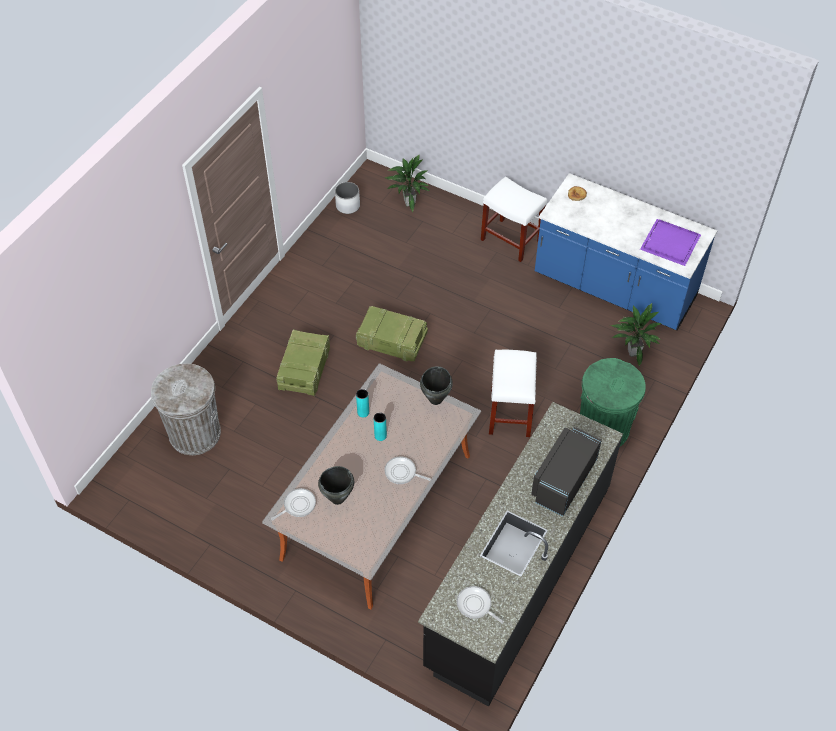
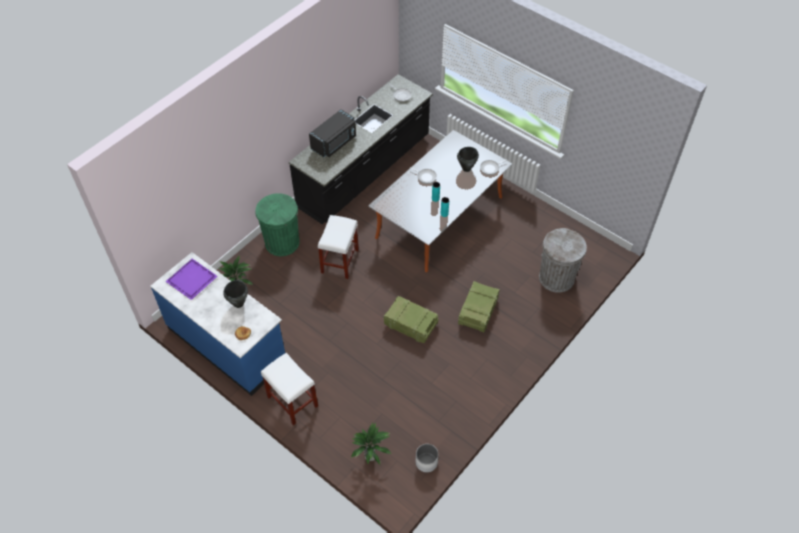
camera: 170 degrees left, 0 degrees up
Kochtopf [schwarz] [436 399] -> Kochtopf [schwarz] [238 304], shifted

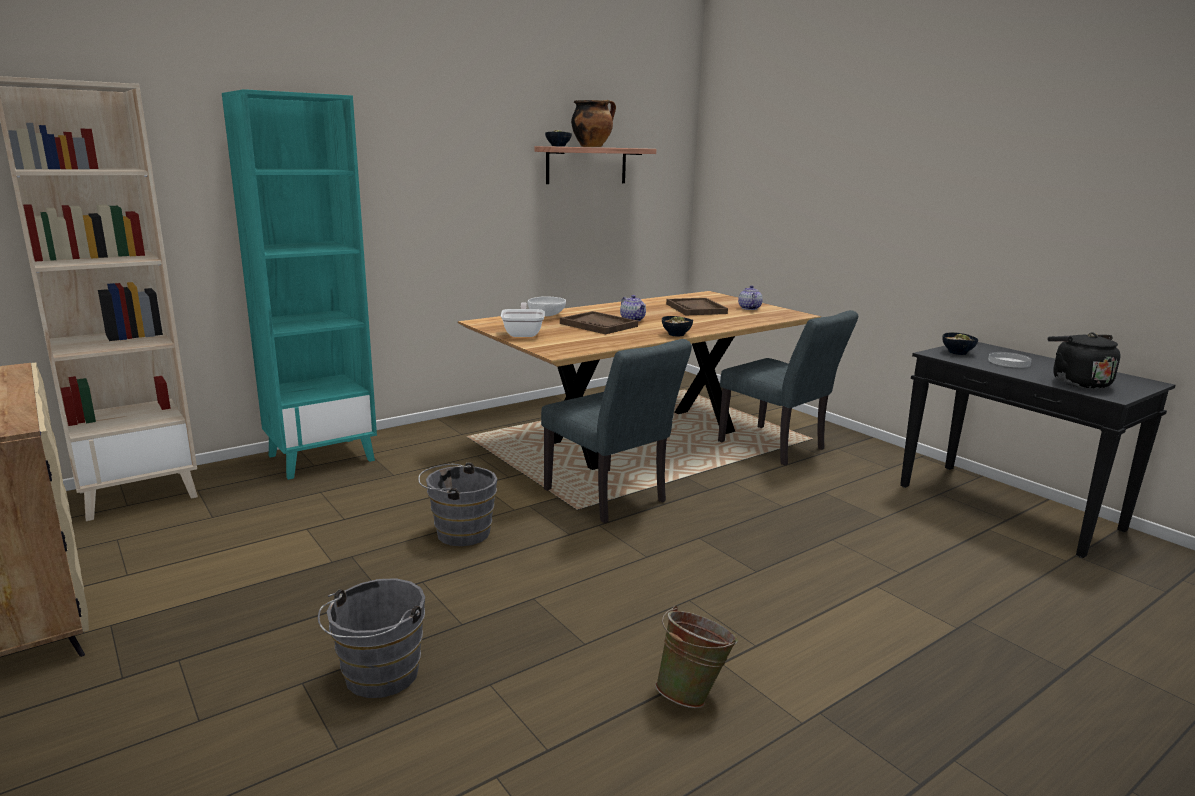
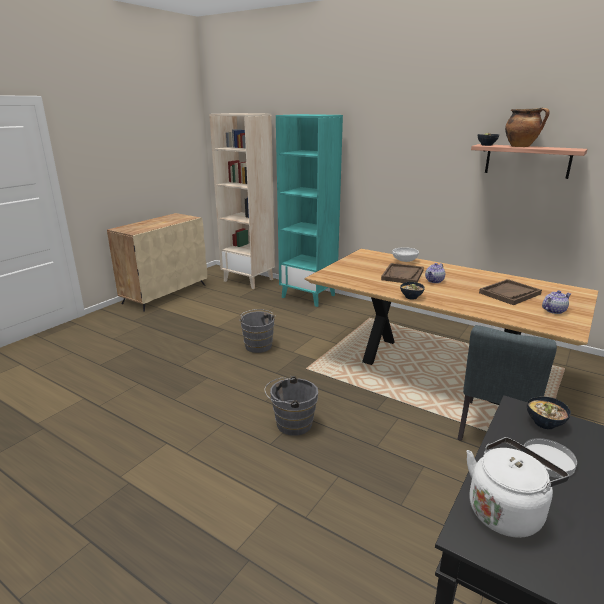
camera: 70 degrees right, 5 degrees up
Eimer [grau] [377 678] -> Eimer [grau] [291 424], shifted
Pfanne [523 333] -> none
Stuhl [grau] [611 499] -> none
Eimer [grün] [693 694] -> none
Wasserkessel [schwarz] [1077 382] -> Wasserkessel [weiß] [506 510]

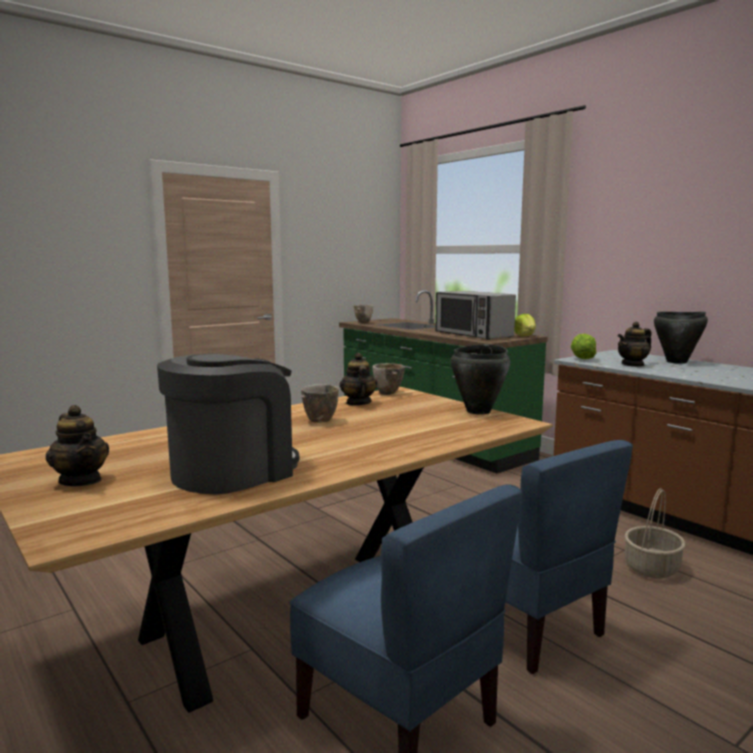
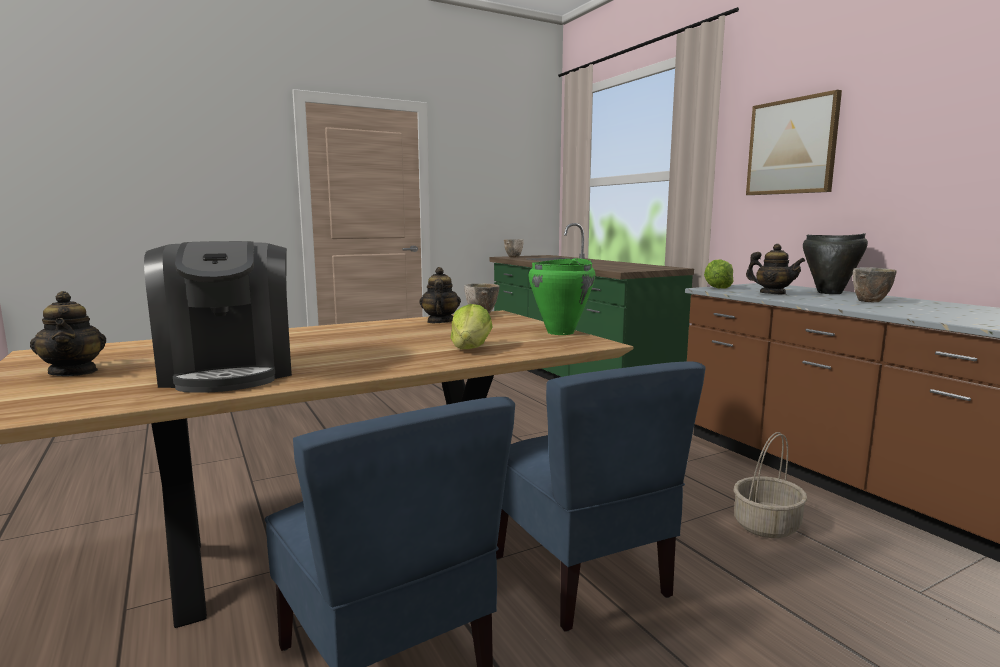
camera: 10 degrees right, 0 degrees up
Kaffeemaschine [233 471] -> Kaffeemaschine [229 372], 105 degrees clockwise
Schüssel [319 421] -> Schüssel [869 302], shifted
Mikrowelle [473 334] -> none
Kochtopf [schwarz] [479 411] -> Kochtopf [grün] [561 332]
Salatkopf [525 336] -> Salatkopf [471 348], shifted
Teekanne [633 364] -> Teekanne [772 294], 120 degrees counterclockwise
none -> Bild [792 147]

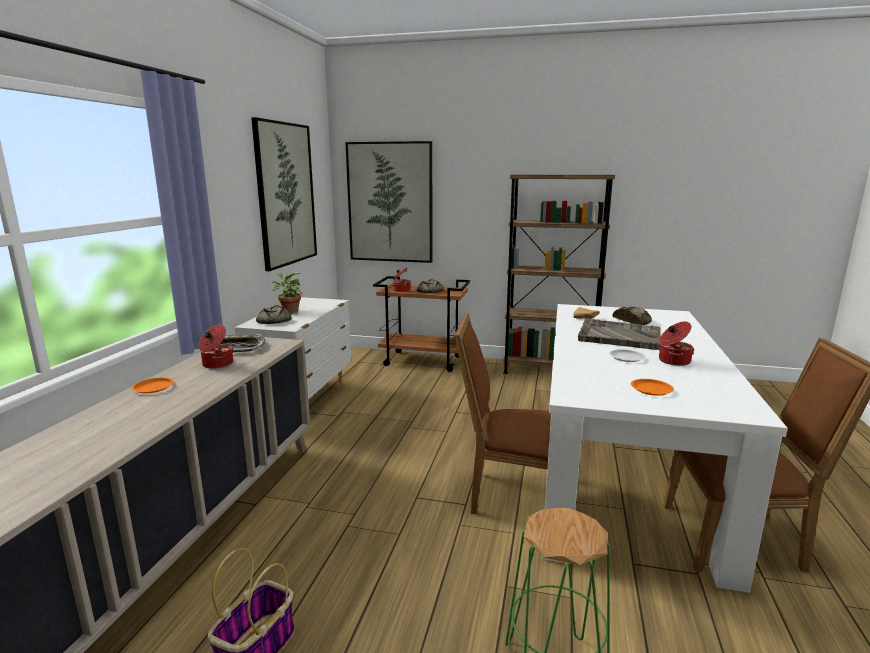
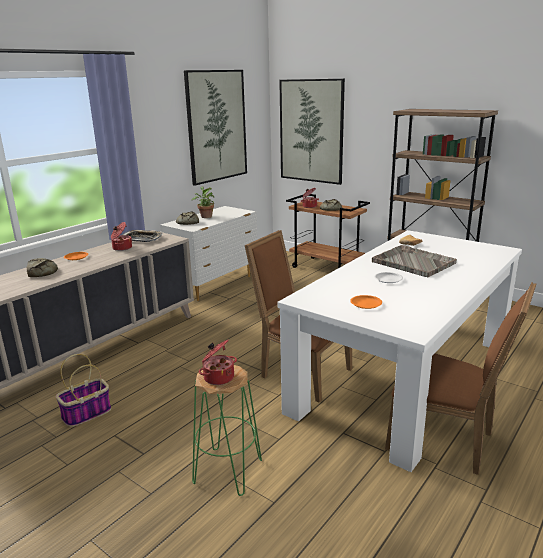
camera: 25 degrees right, 5 degrees up
Brot [632 320] -> Brot [43 272], shifted
Kochtopf [673 361] -> Kochtopf [218 377], shifted

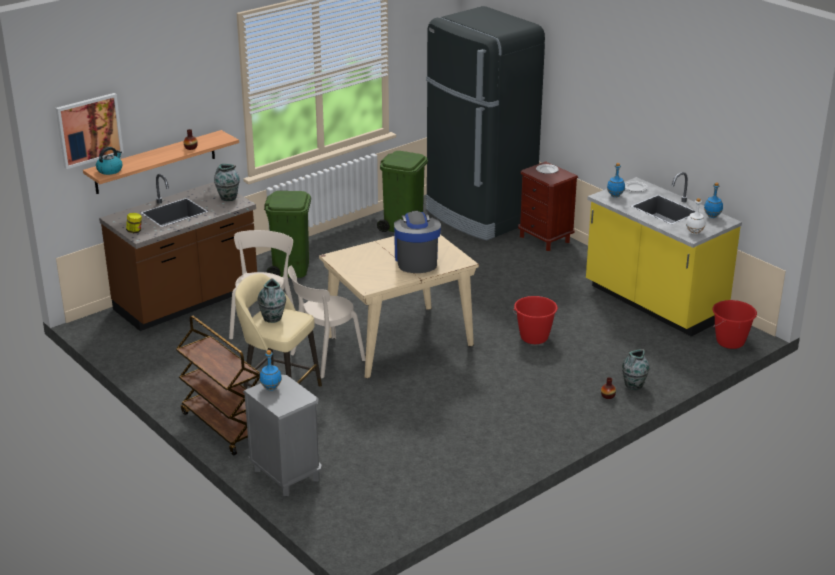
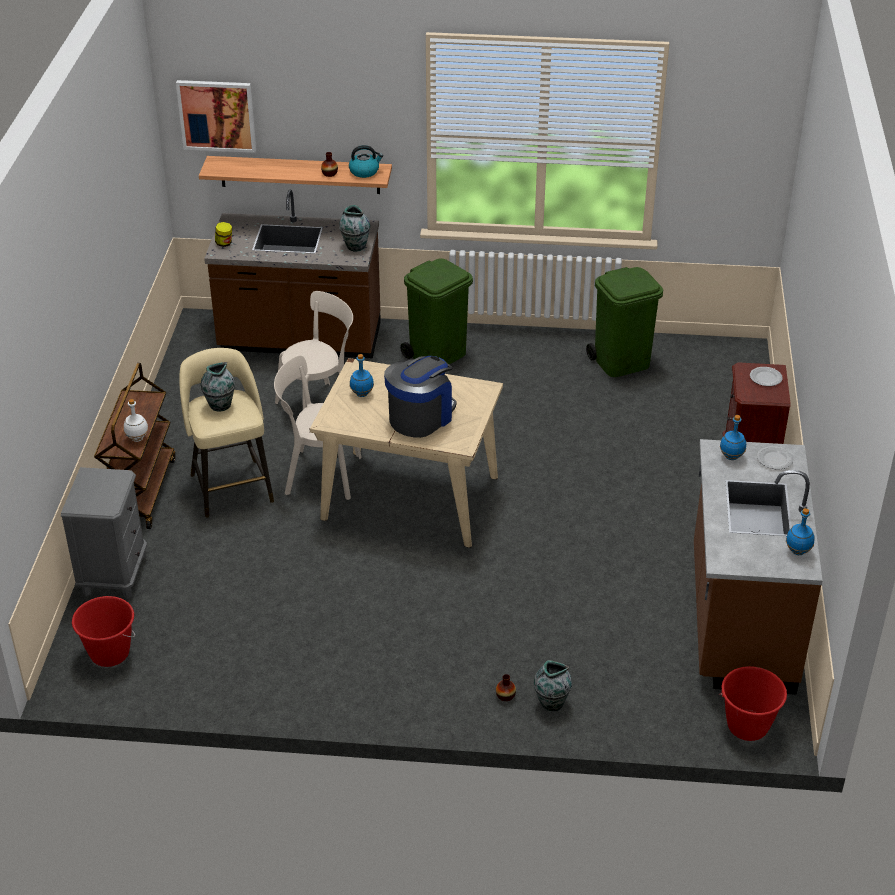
camera: 45 degrees right, 10 degrees up
Wasserkessel [110 170] -> Wasserkessel [364 171], shifted
Flasche [blau] [270 388] -> Flasche [blau] [361 394], shifted
Kühlschrank [schwarz] [479 216] -> none
Eimer [rot] [534 337] -> Eimer [rot] [109 653], shifted
Küchenzeile [gelb] [653 303] -> Küchenzeile [braun] [739 620]
Flasche [weiß] [694 232] -> Flasche [weiß] [137 438], shifted

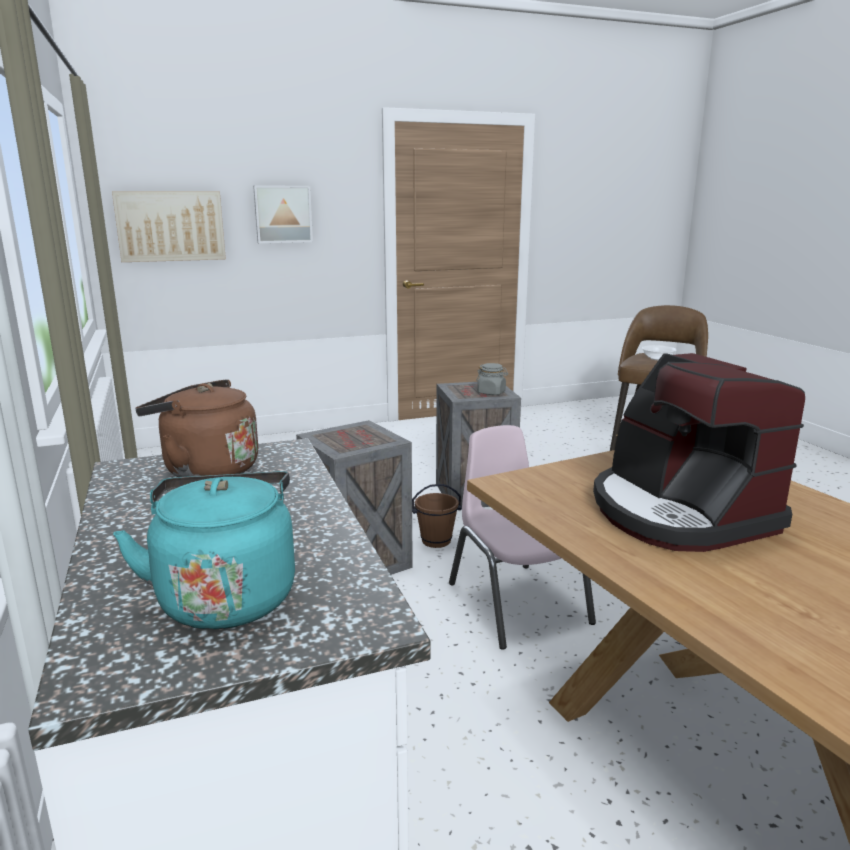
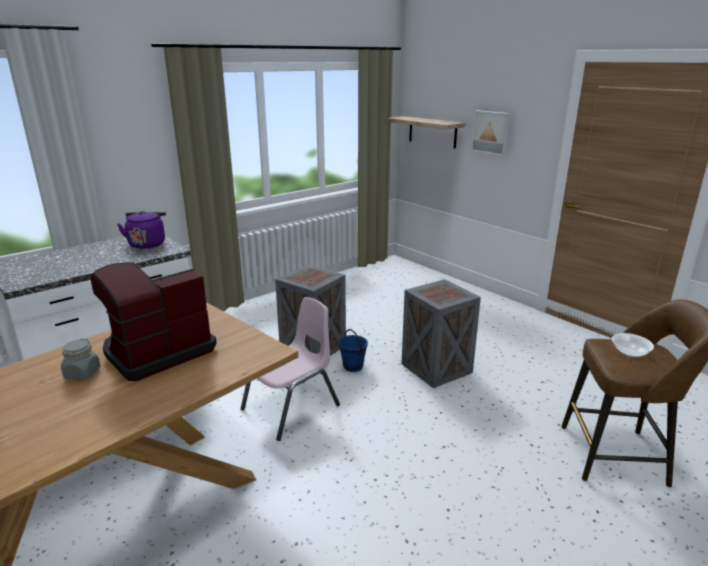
camera: 70 degrees right, 5 degrees up
Bild [170 226] -> Wandregal [432 132]
Wasserkessel [türkis] [227 595] -> none
Wasserkessel [braun] [206 470] -> Wasserkessel [lila] [147 244]
Eimer [braun] [436 541] -> Eimer [blau] [353 366]
Vorratsglas [grau] [491 393] -> Vorratsglas [grau] [82 373], shifted

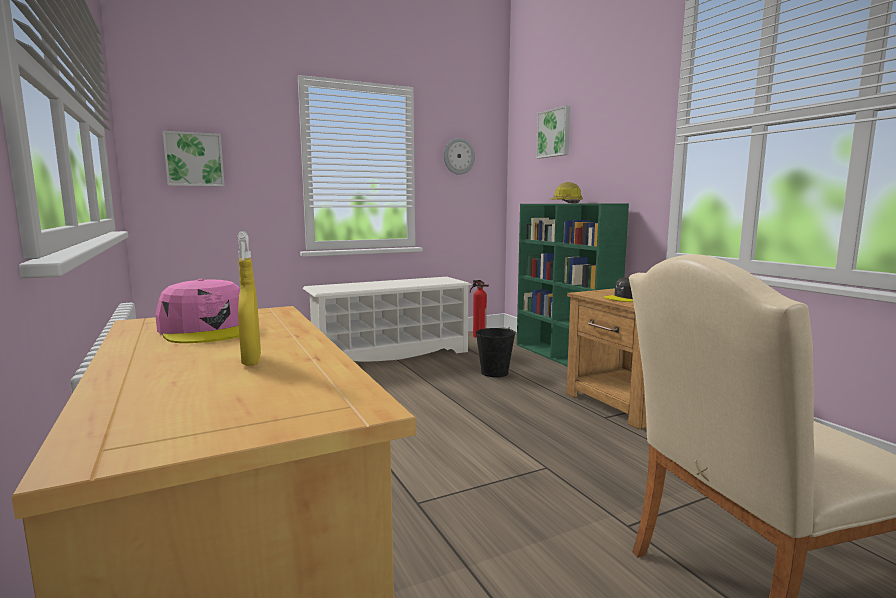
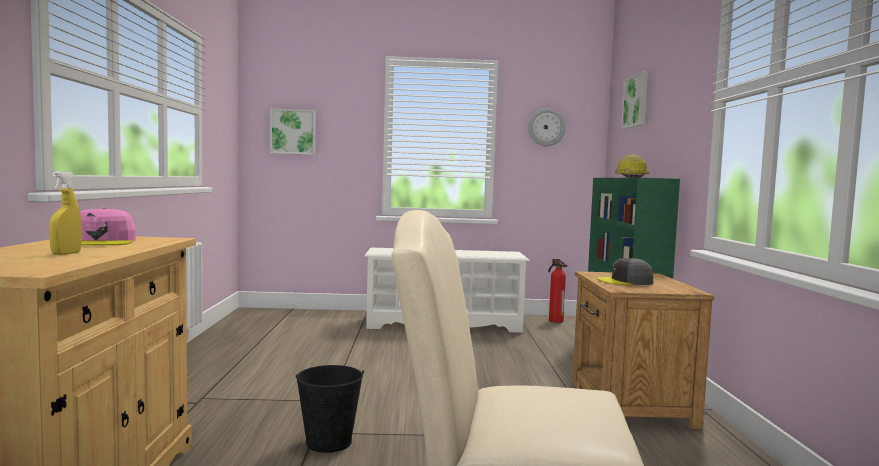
camera: 25 degrees right, 5 degrees down
Eimer [schwarz] [494 372] -> Eimer [schwarz] [328 442], shifted

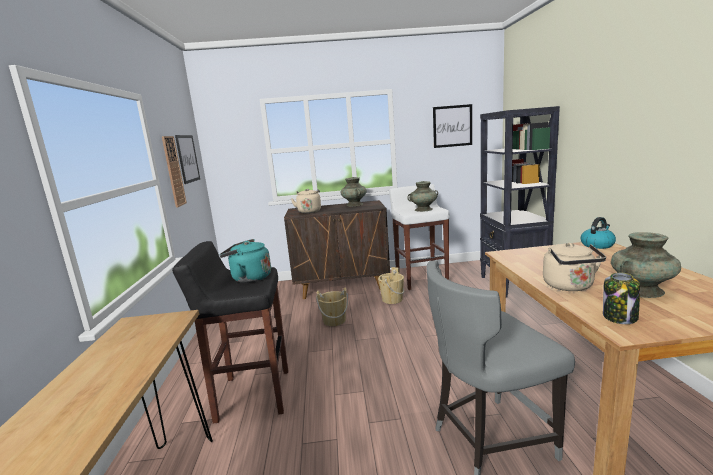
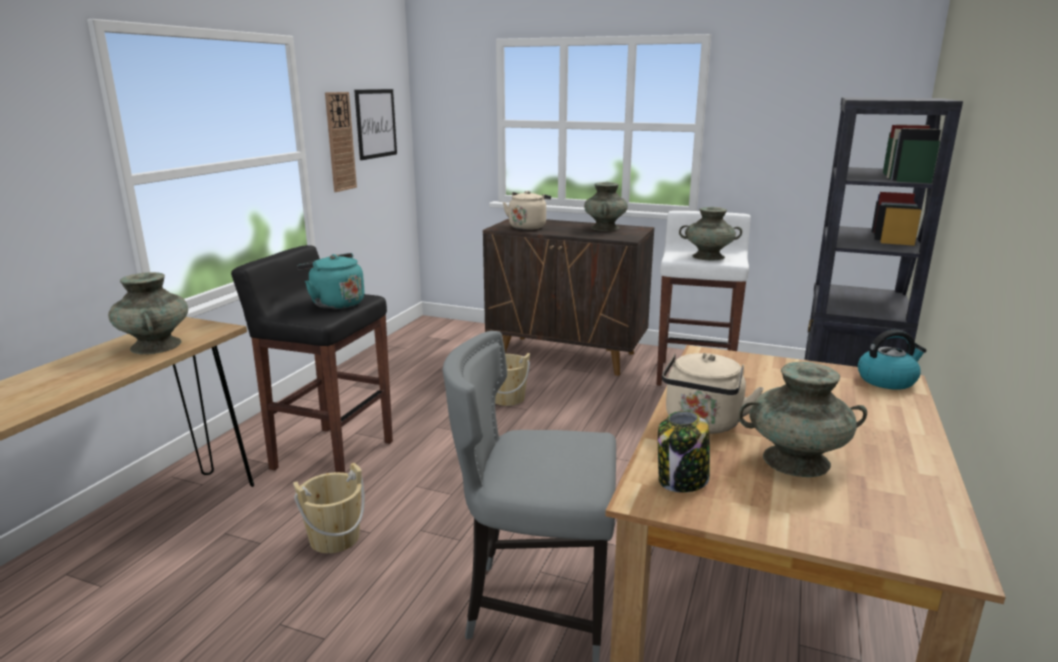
camera: 25 degrees right, 5 degrees up
Eimer [beige] [392 299] -> Eimer [beige] [334 538], shifted
Bild [452 126] -> none
none -> Vase [türkis] [156 346]

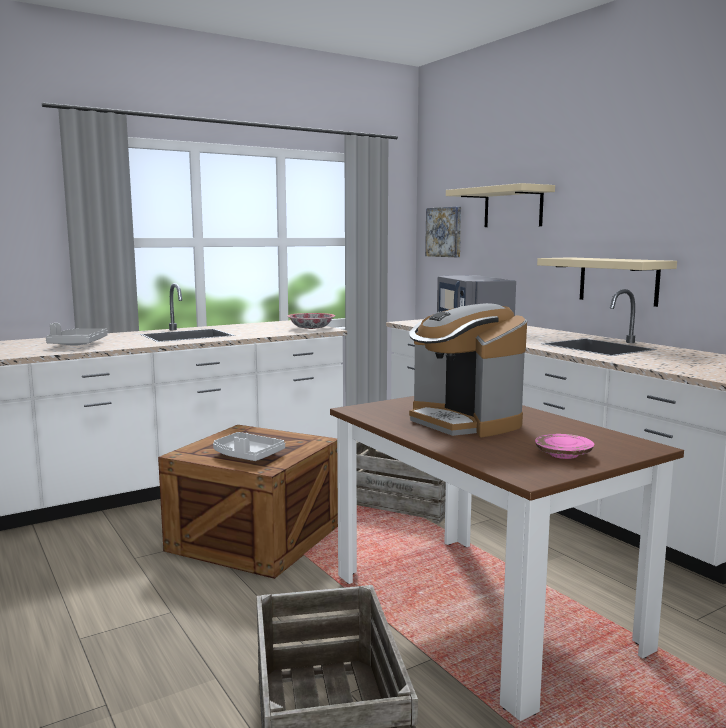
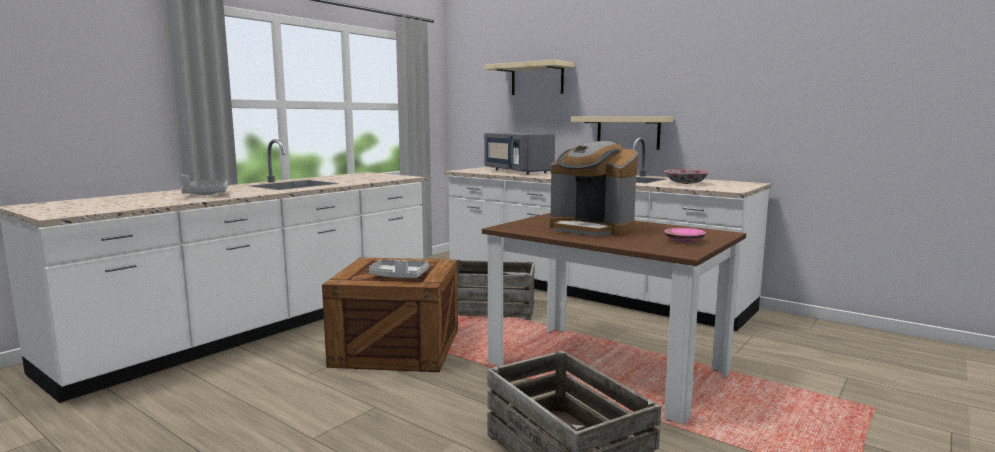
camera: 20 degrees left, 0 degrees up
Schüssel [311 328] -> Schüssel [685 183], shifted
Bild [445 232] -> none

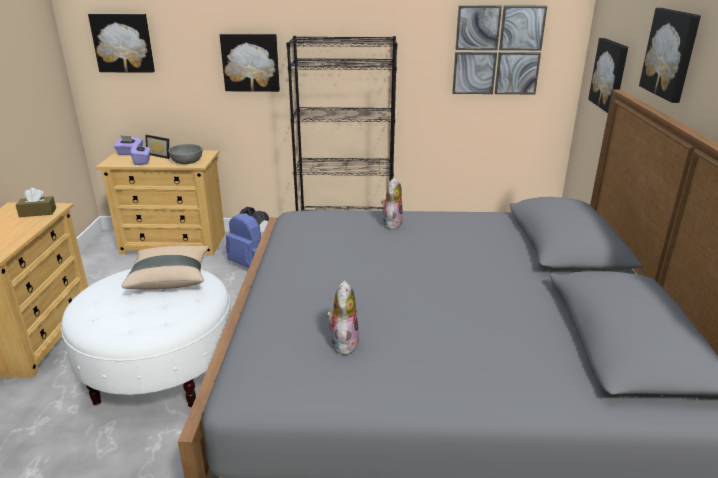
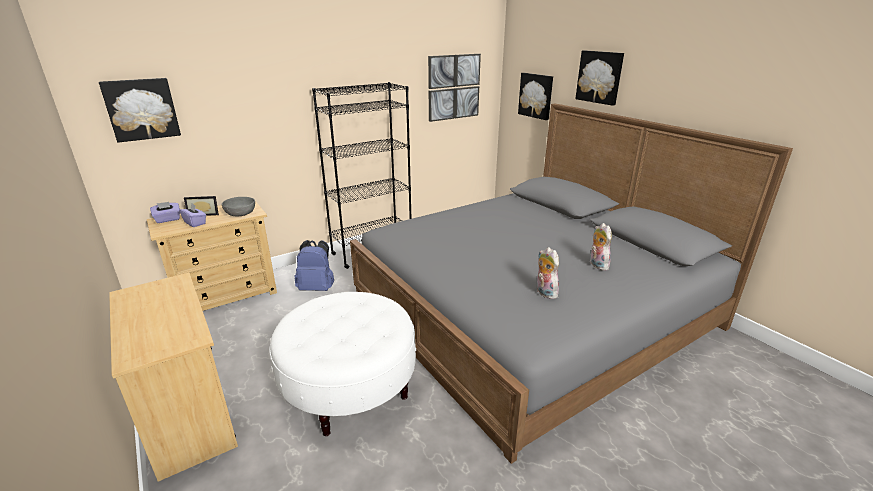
camera: 35 degrees left, 0 degrees up
Taschentuchbox [braun] [38 212] -> none
Kissen [beige] [170 279] -> none
Bild [251 62] -> none
Plüschtier [391 223] -> Plüschtier [597 265], shifted

